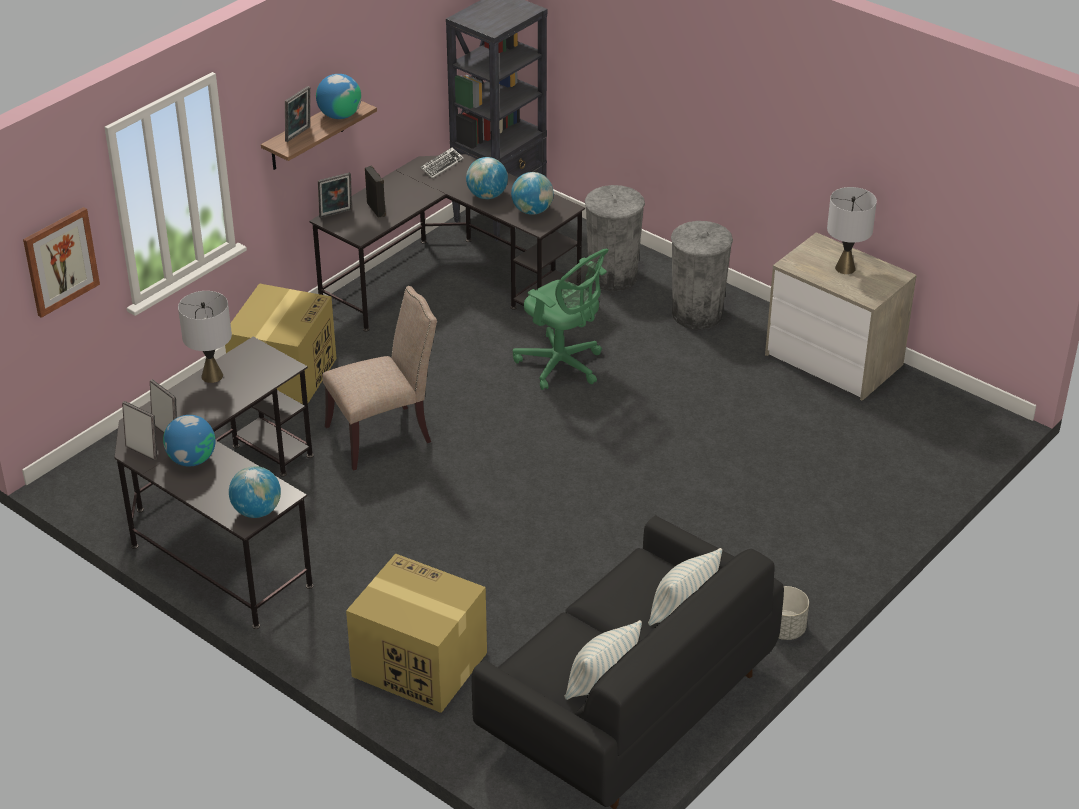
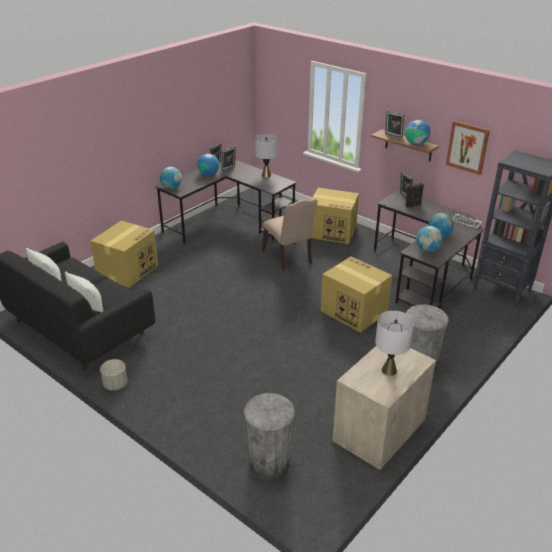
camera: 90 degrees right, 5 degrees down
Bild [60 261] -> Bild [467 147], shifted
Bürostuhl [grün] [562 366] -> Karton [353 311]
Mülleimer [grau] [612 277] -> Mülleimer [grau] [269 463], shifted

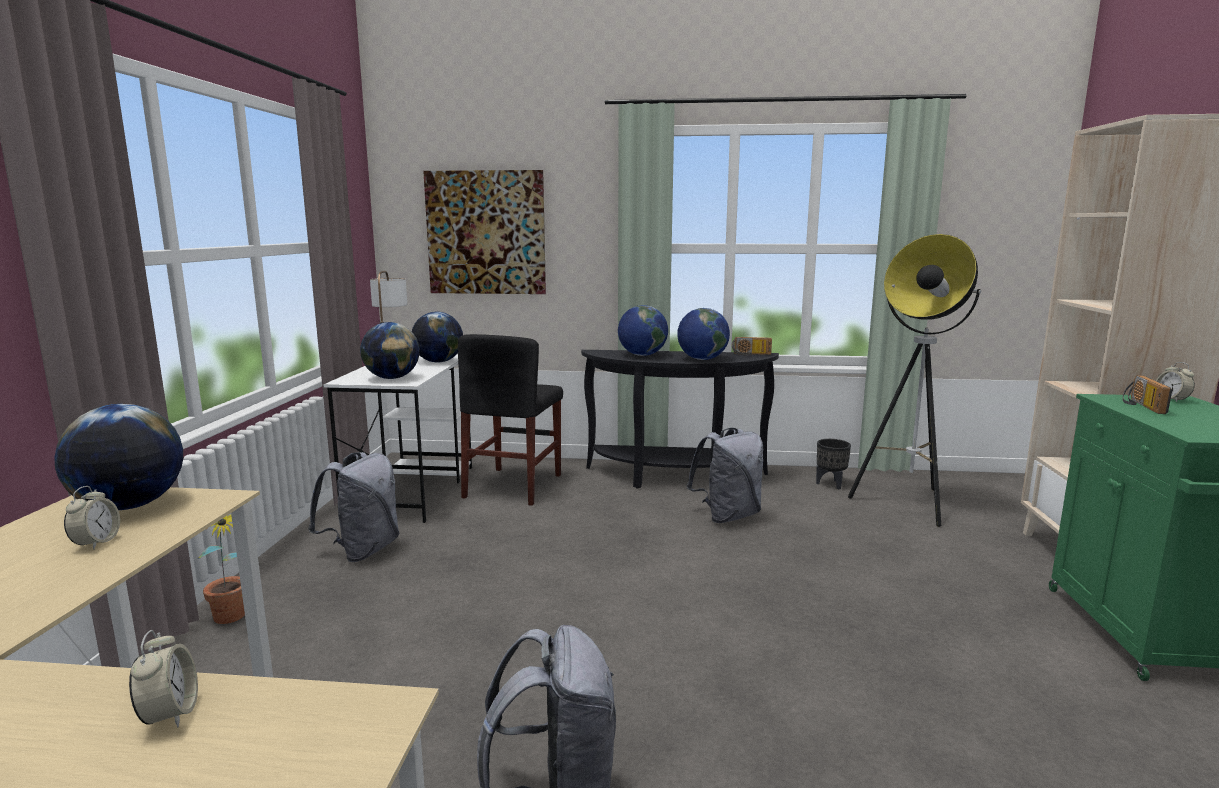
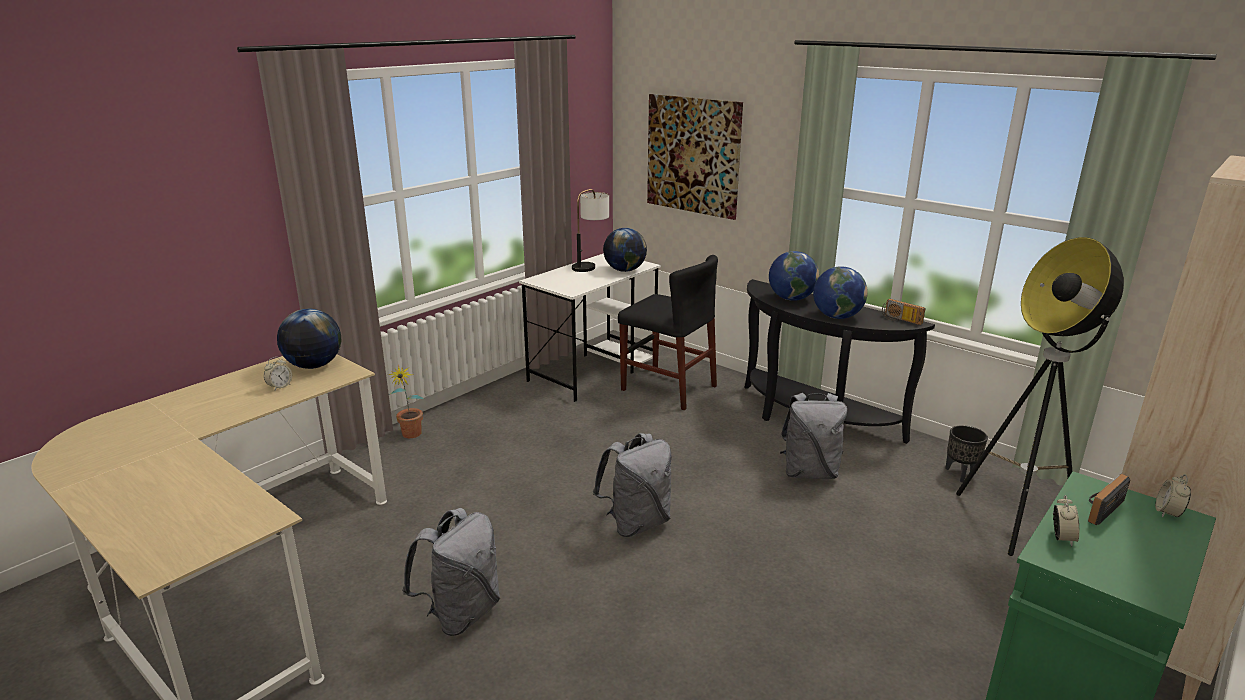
camera: 35 degrees right, 10 degrees up
Wecker [170 714] -> Wecker [1061 538], shifted
Rucksack [grau] [363 551] -> Rucksack [grau] [636 523], shifted
Globus [392 378] -> none
Stuhl [schwarz] [513 486] -> Stuhl [schwarz] [668 388], 105 degrees counterclockwise

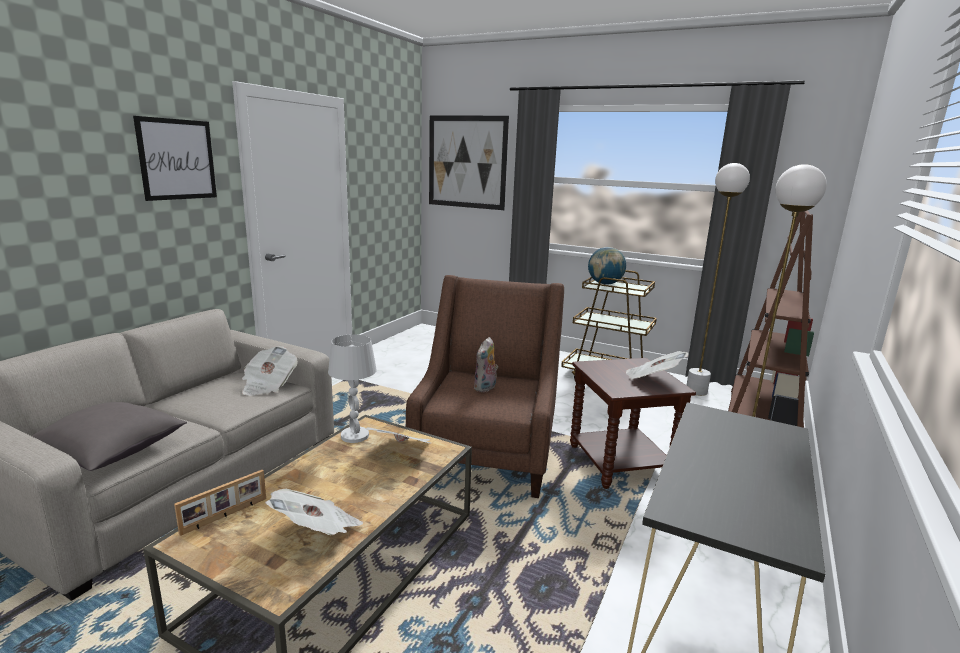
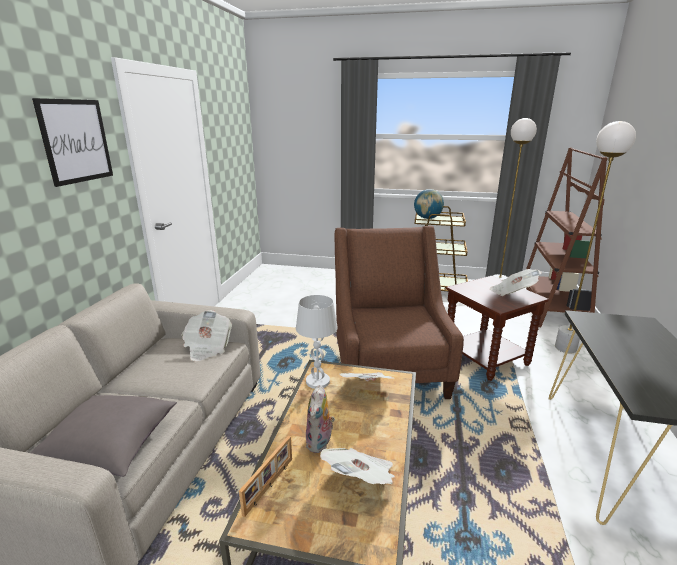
camera: 15 degrees left, 5 degrees up
Bild [467 162] -> none
Plüschtier [485 388] -> Plüschtier [320 443], shifted

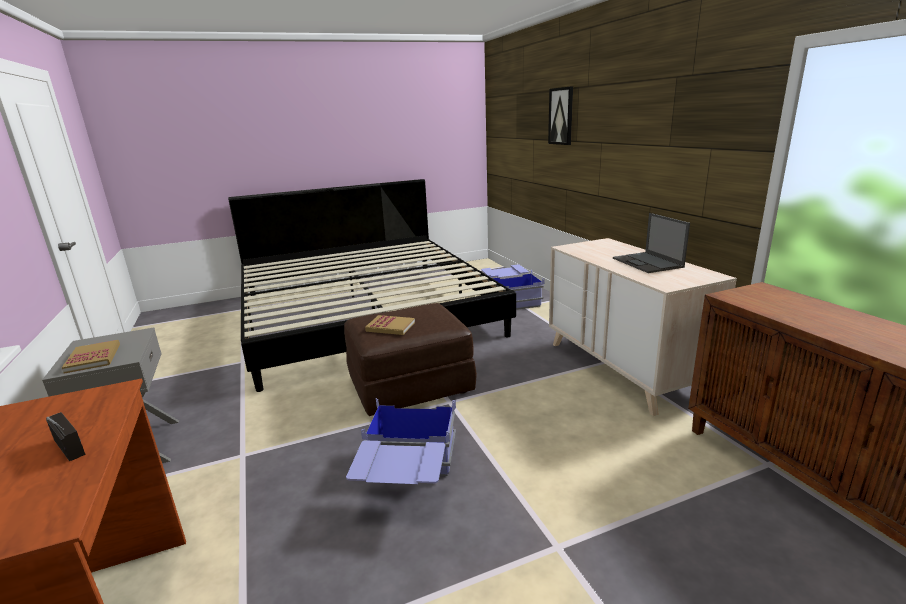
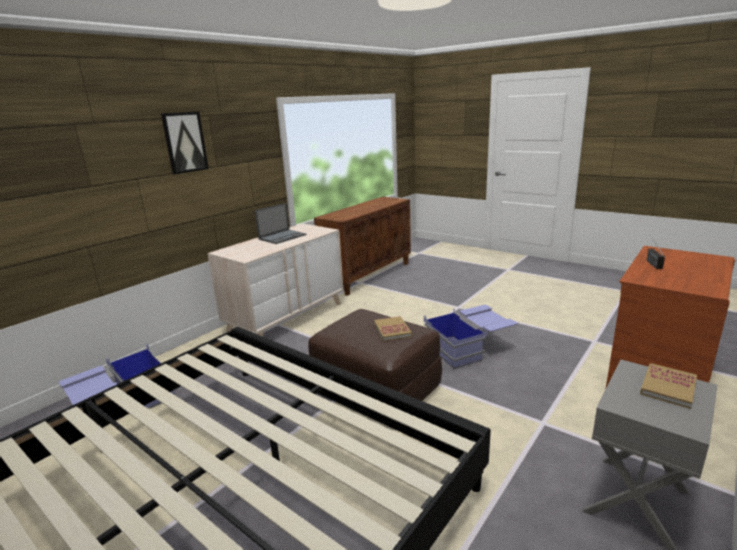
camera: 120 degrees left, 0 degrees up
Bild [561 116] -> Bild [184 142], shifted

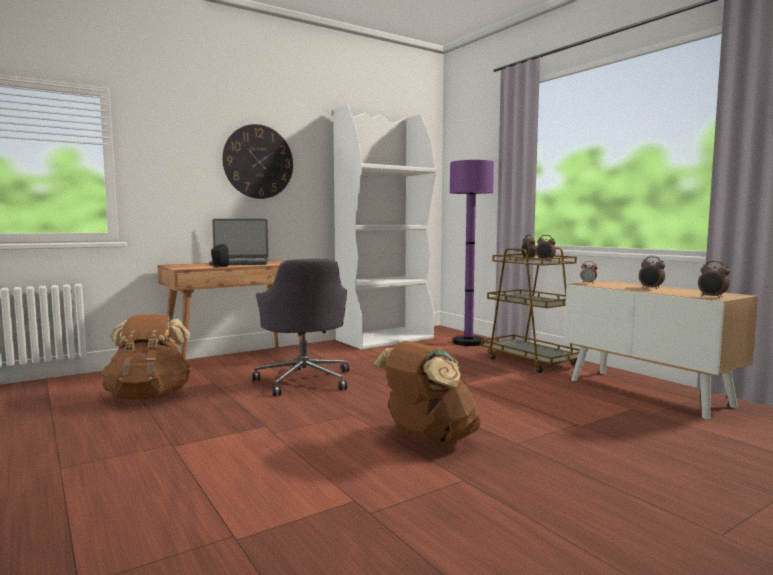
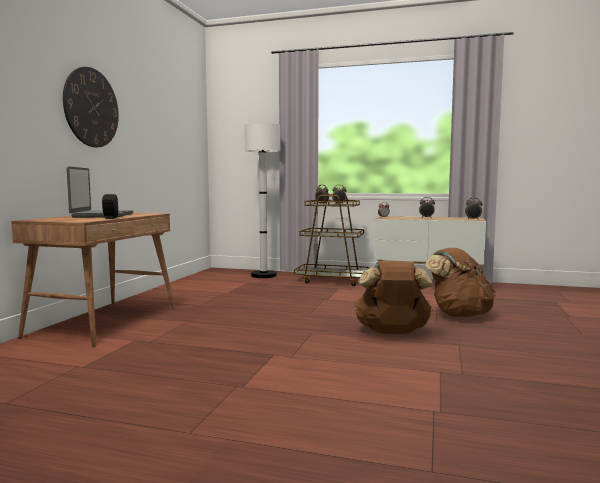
camera: 40 degrees left, 0 degrees up
Rucksack [braun] [149 397] -> Rucksack [braun] [459 315], shifted
Laptop [240 263] -> Laptop [102 215], 45 degrees counterclockwise
Bürostuhl [grau] [304 380] -> none
Bücherregal [weiß] [385 339] -> none
Stehlampe [lila] [468 342] -> Stehlampe [weiß] [263 275]

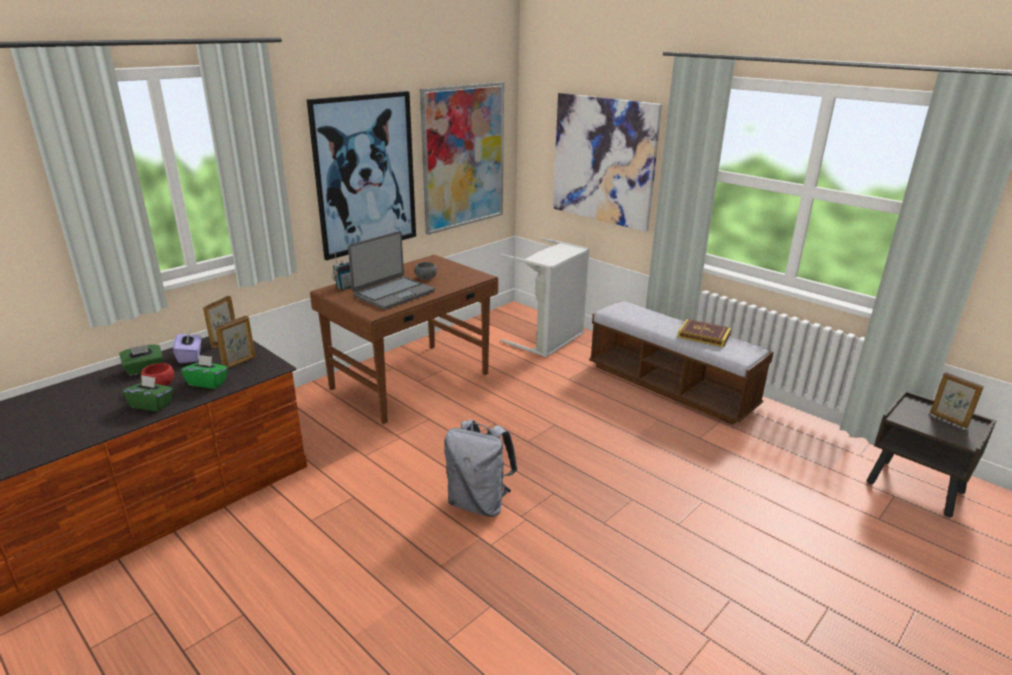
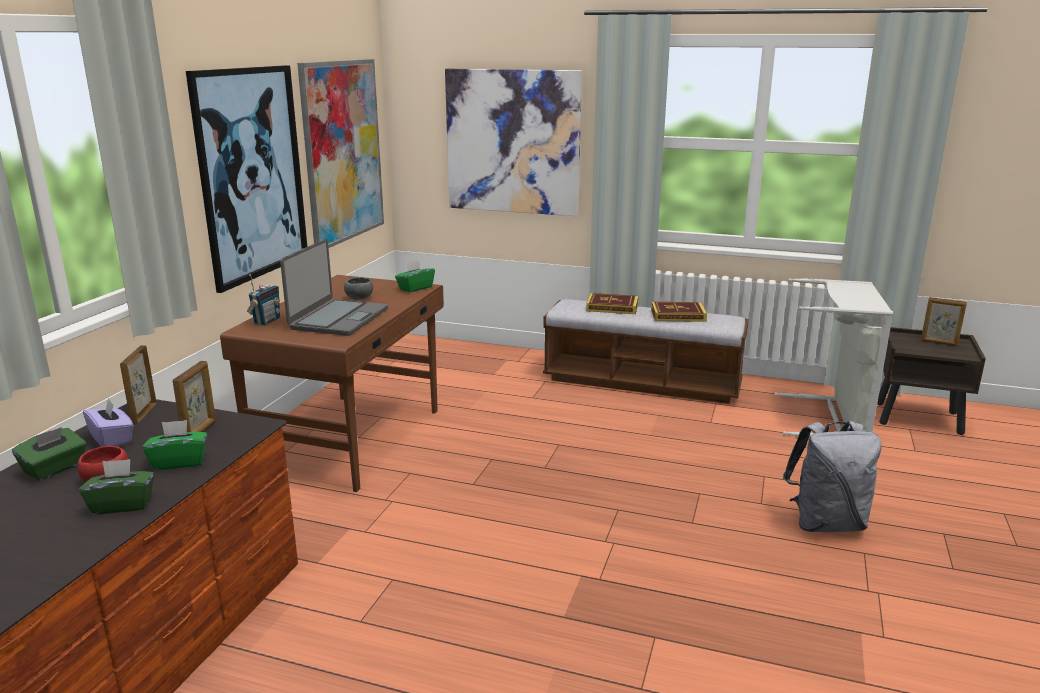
camera: 25 degrees left, 5 degrees down
Rucksack [grau] [479 503] -> Rucksack [grau] [826 523], shifted
Wäschekorb [grau] [549 340] -> Wäschekorb [grau] [832 419], shifted
none -> Taschentuchbox [grün] [415 288]
none -> Buch [612 307]

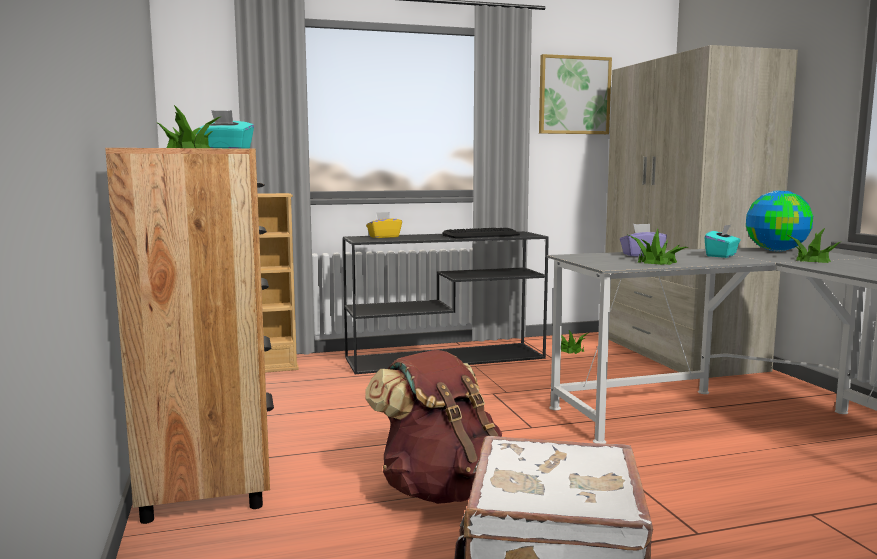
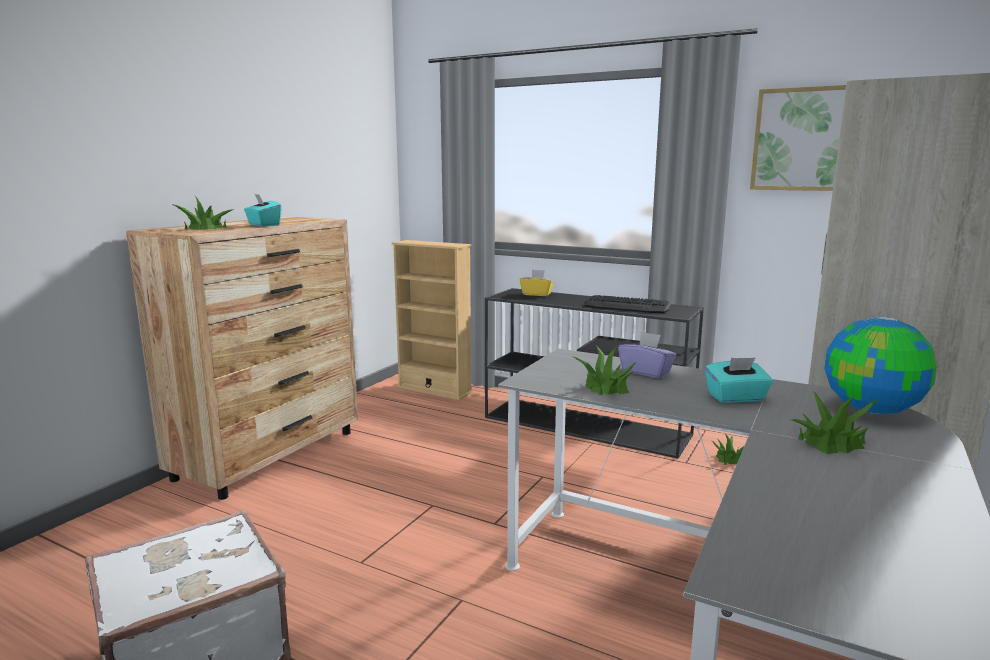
camera: 45 degrees right, 5 degrees up
Rucksack [braun] [441 490] -> none

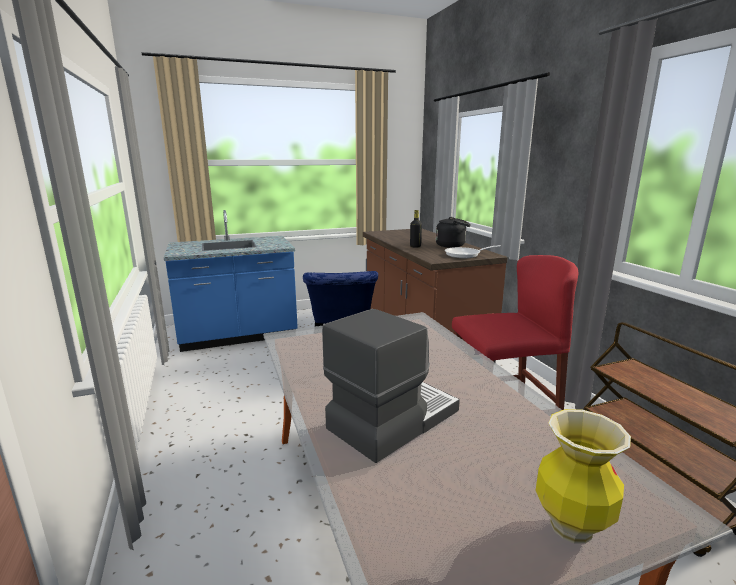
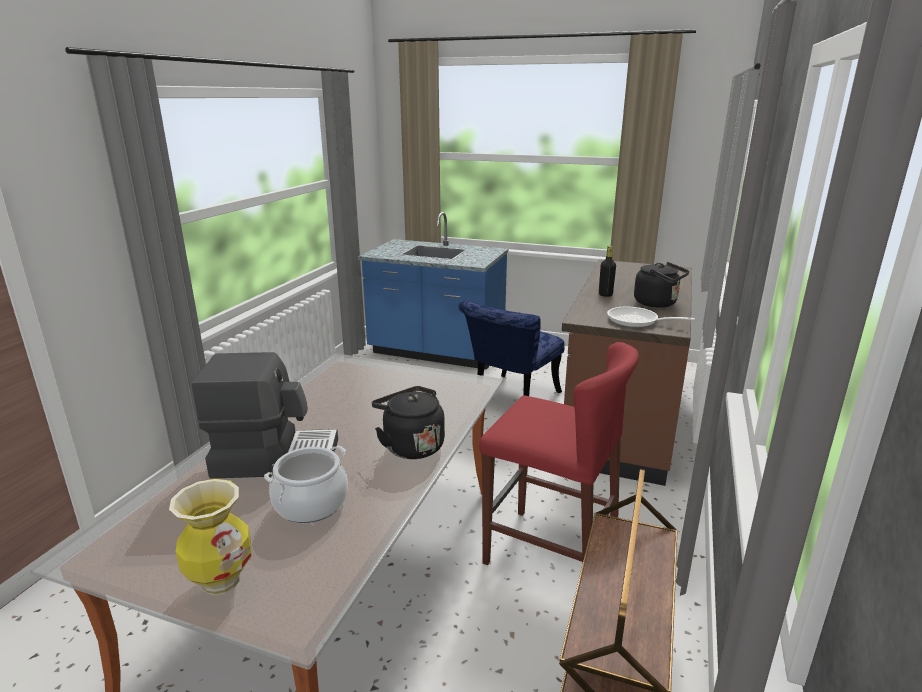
camera: 40 degrees right, 5 degrees up
none -> Kochtopf [310 503]
none -> Wasserkessel [schwarz] [411 446]

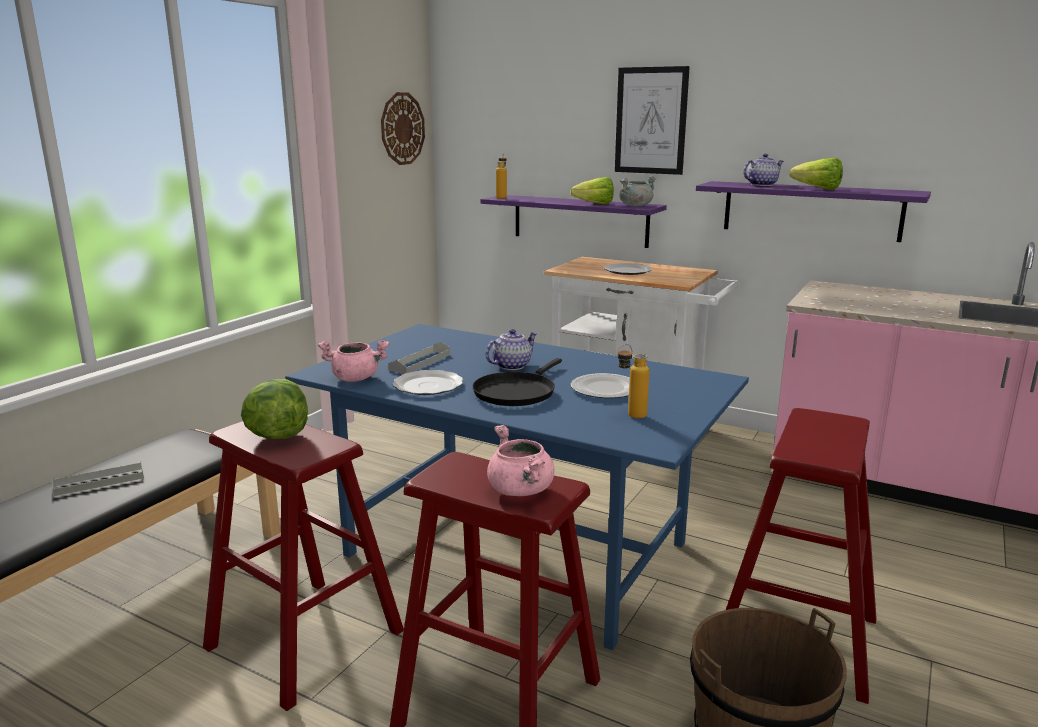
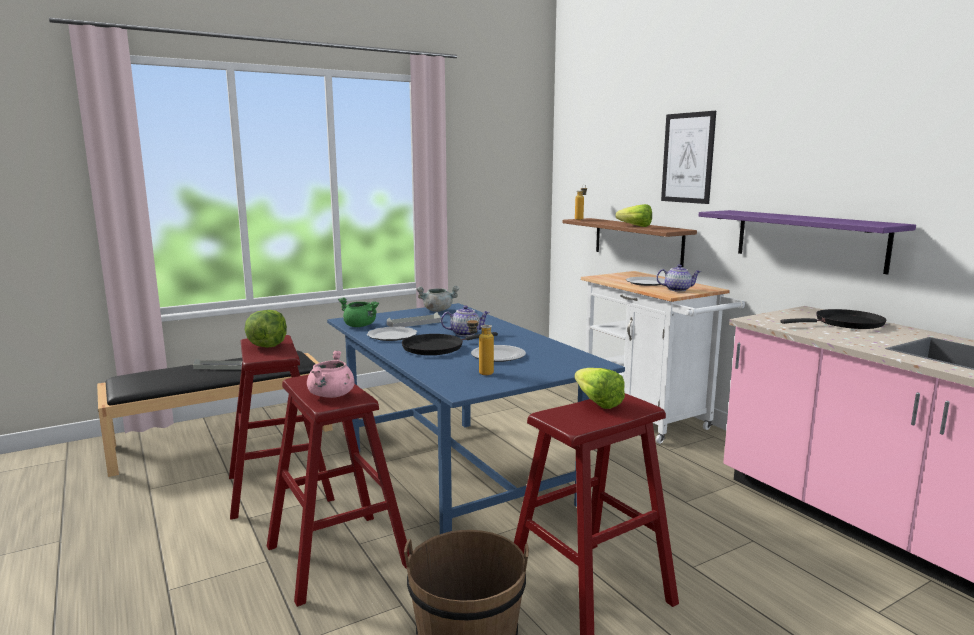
camera: 30 degrees right, 5 degrees down
Kochtopf [rosa] [356 378] -> Kochtopf [grün] [360 326]
Wanduhr [402 128] -> none
Wandregal [lila] [580 220] -> Wandregal [braun] [637 241]
Kochtopf [grau] [635 205] -> Kochtopf [grau] [438 310], shifted
Teekanne [761 185] -> Teekanne [677 289], shifted
Salatkopf [813 188] -> Salatkopf [595 401], shifted
none -> Pfanne [schwarz] [845 323]

